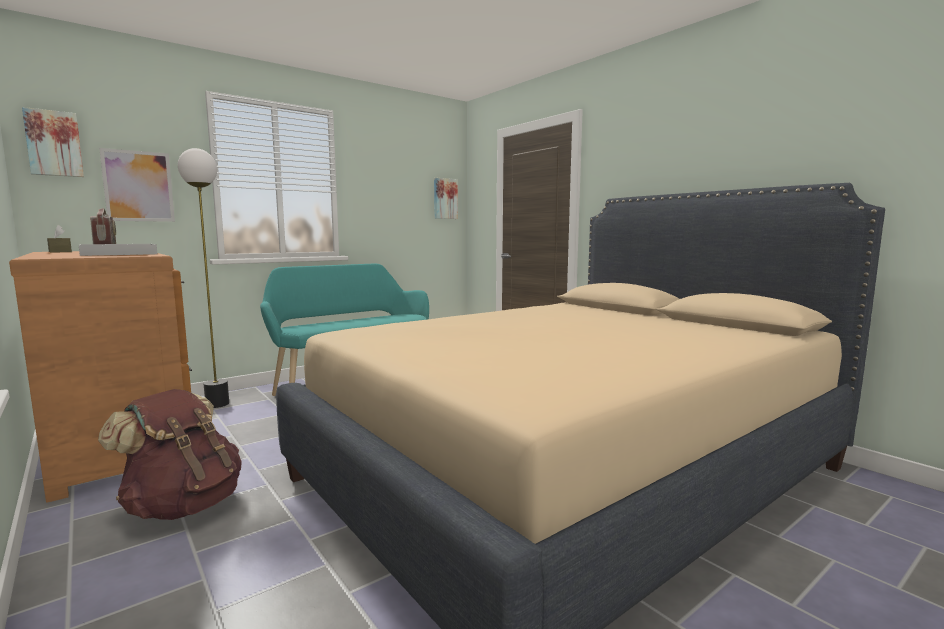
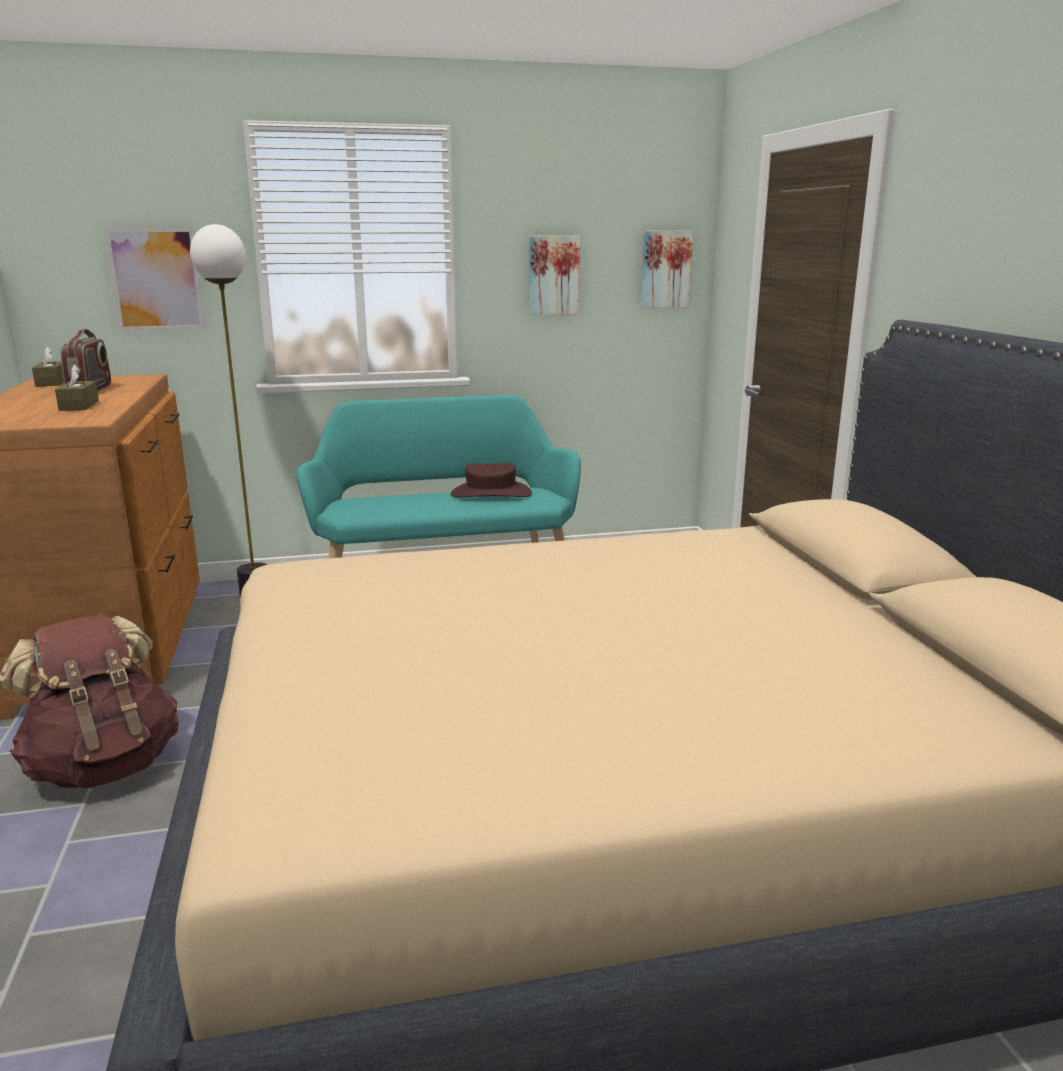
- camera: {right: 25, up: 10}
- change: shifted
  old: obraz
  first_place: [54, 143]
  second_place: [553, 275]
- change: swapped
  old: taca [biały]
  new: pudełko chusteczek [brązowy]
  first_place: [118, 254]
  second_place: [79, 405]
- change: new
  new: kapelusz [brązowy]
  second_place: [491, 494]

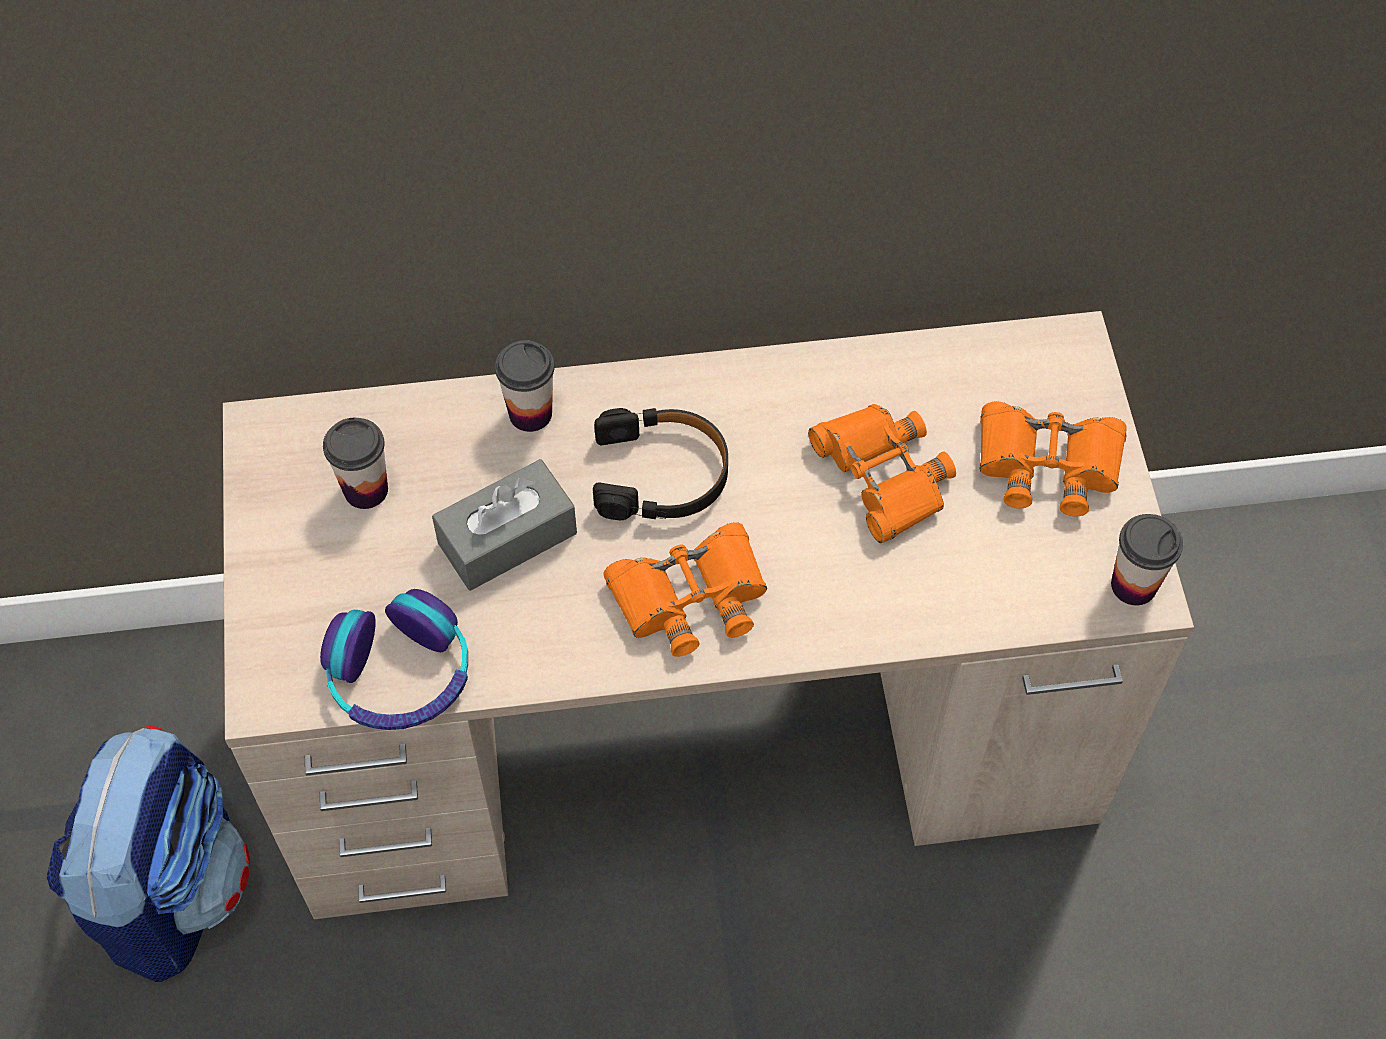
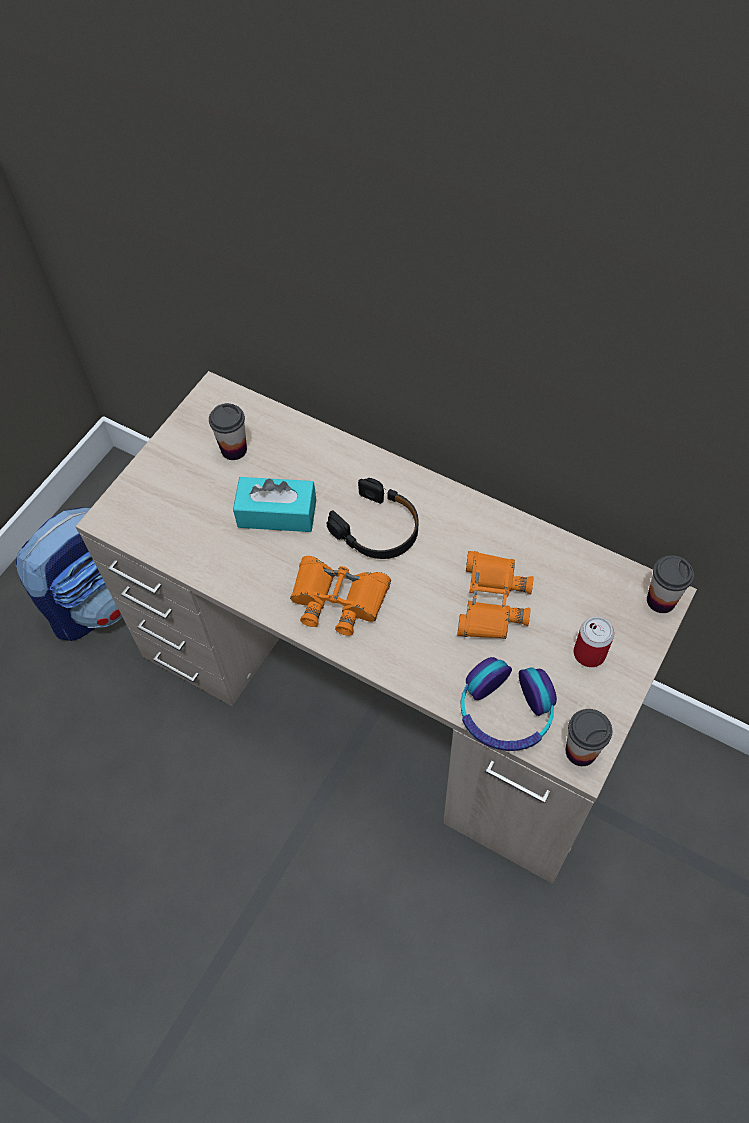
- camera: {right: 40, up: 0}
- change: shifted
  old: filiżanka
  first_place: [530, 413]
  second_place: [661, 600]
- change: swapped
  old: lornetka [pomarańczowy]
  new: puszka
  first_place: [1047, 464]
  second_place: [589, 653]
- change: repainted
  old: pudełko chusteczek [szary]
  new: pudełko chusteczek [turkusowy]
  first_place: [507, 538]
  second_place: [277, 513]
- change: shifted
  old: słuchawki
  first_place: [400, 675]
  second_place: [505, 712]

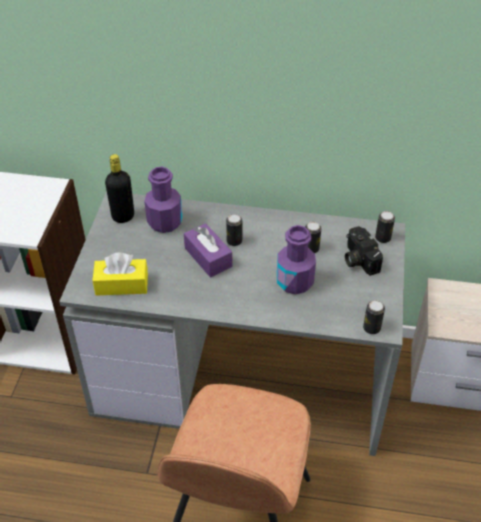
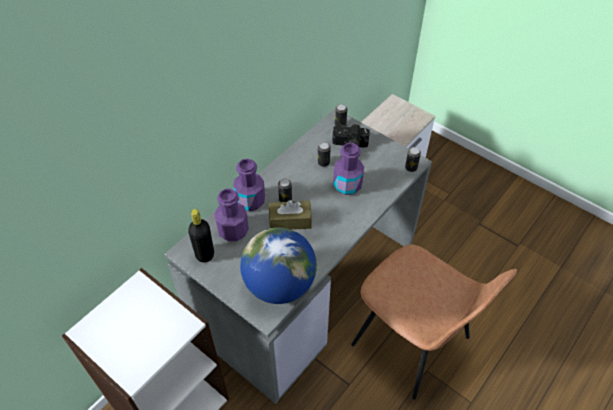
- camera: {right: -60, up: 5}
- change: repainted
  old: pudełko chusteczek [fioletowy]
  new: pudełko chusteczek [brązowy]
  first_place: [208, 257]
  second_place: [290, 221]
- change: swapped
  old: pudełko chusteczek [żółty]
  new: globus
  first_place: [122, 284]
  second_place: [280, 285]
- change: new
  new: butelka [fioletowy]
  second_place: [250, 201]

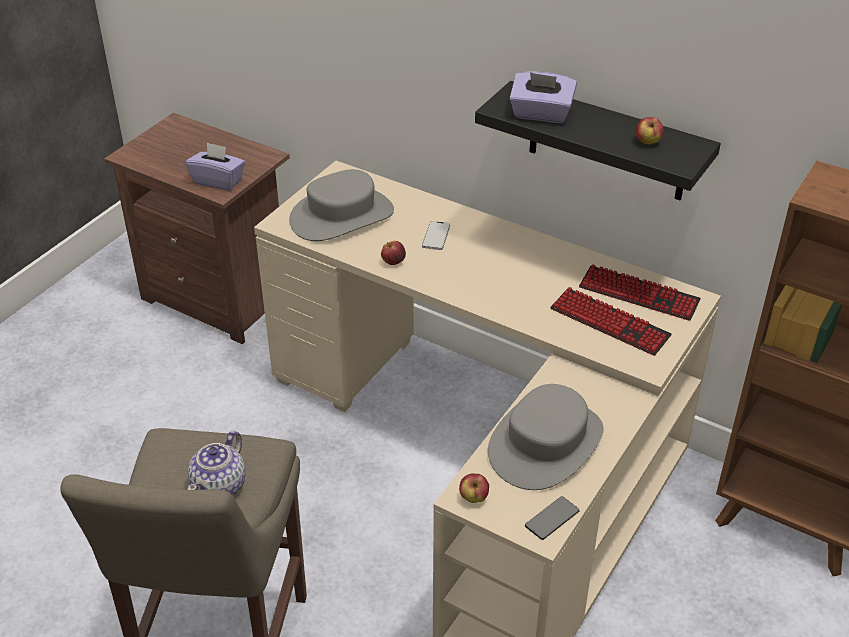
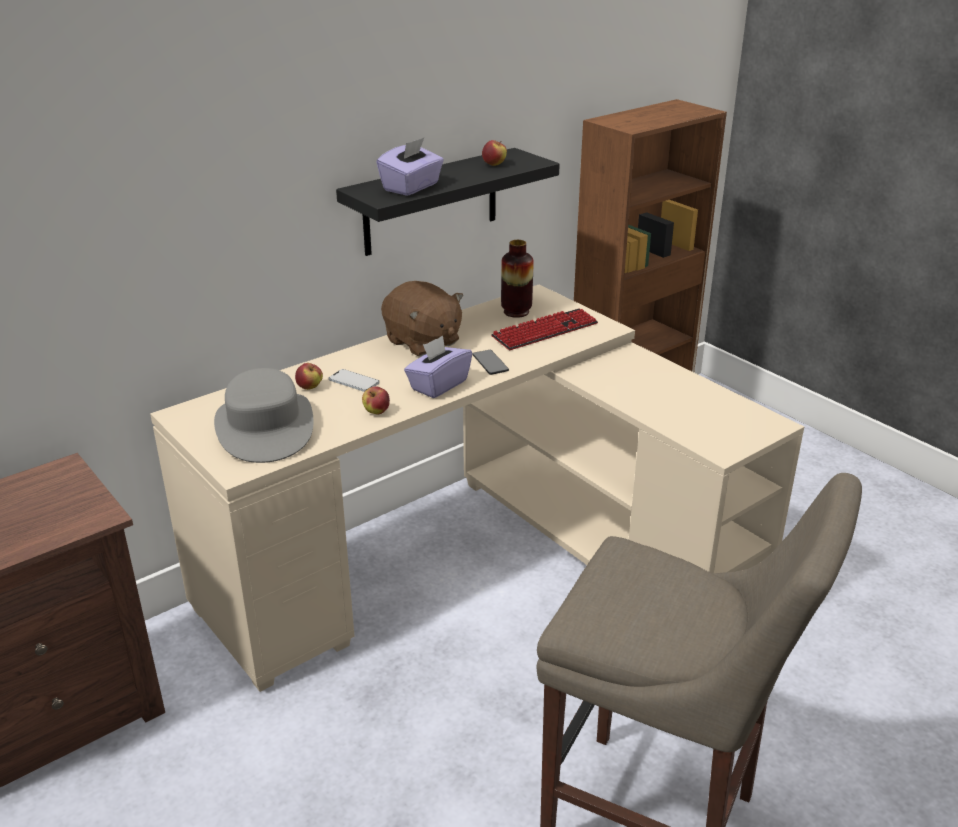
- camera: {right: -70, up: -10}
- change: shifted
  old: pudełko chusteczek [fioletowy]
  first_place: [218, 181]
  second_place: [438, 385]
- change: swapped
  old: klawiatura
  new: wazon
  first_place: [638, 294]
  second_place: [516, 312]
- change: gone
  old: kapelusz [szary]
  first_place: [546, 443]
- change: gone
  old: imbryk
  first_place: [220, 486]
- change: shifted
  old: jabłko
  first_place: [473, 498]
  second_place: [309, 387]
- change: shifted
  old: telefon
  first_place: [552, 518]
  second_place: [490, 363]
- change: new
  new: pluszak [brązowy]
  second_place: [422, 342]

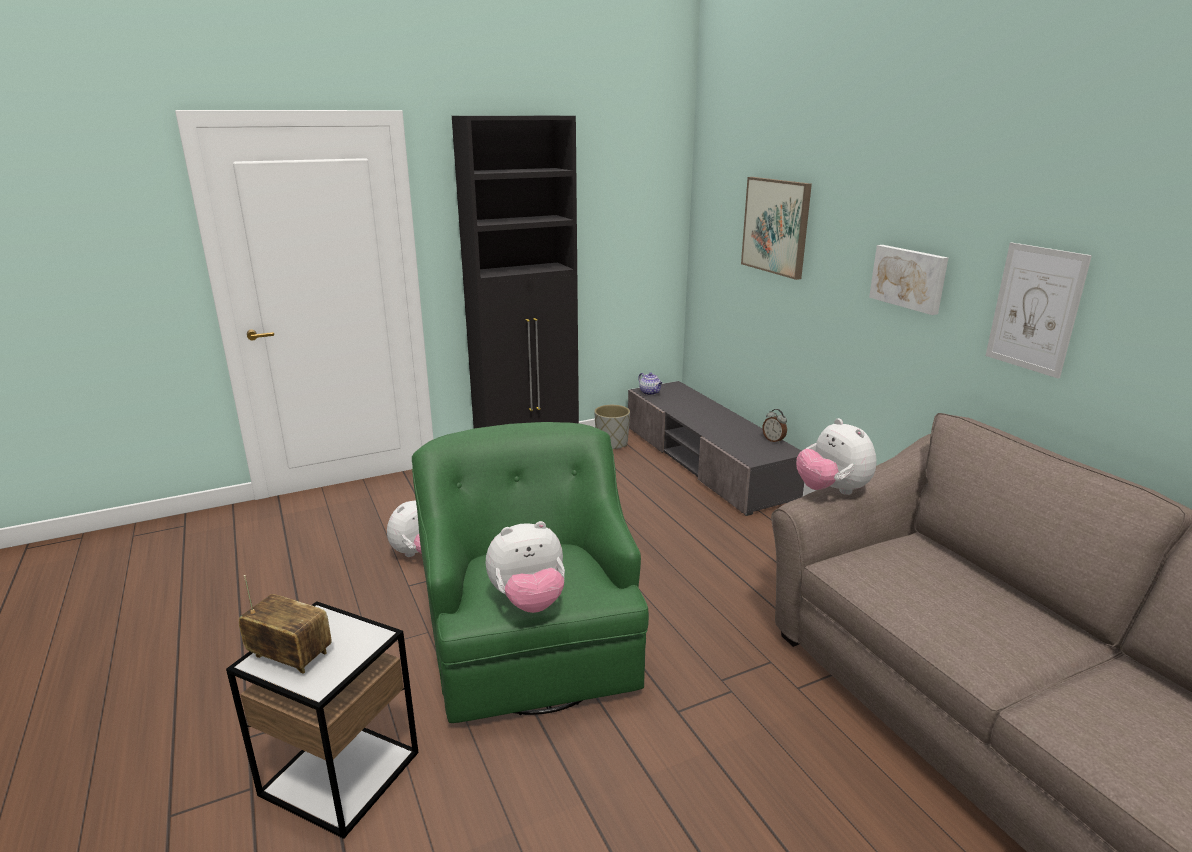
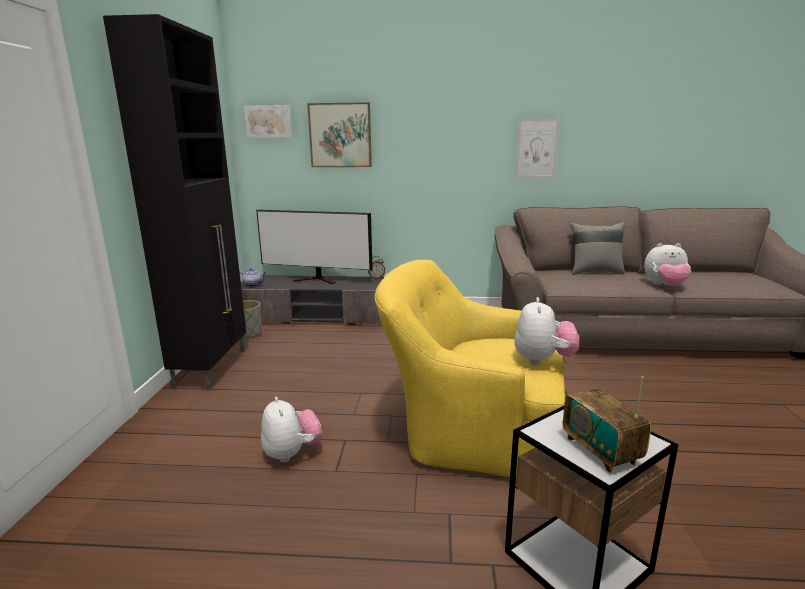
- camera: {right: -60, up: -5}
- change: shifted
  old: obraz
  first_place: [909, 278]
  second_place: [269, 121]
- change: shifted
  old: pluszak
  first_place: [832, 491]
  second_place: [665, 286]
- change: repainted
  old: fotel [zielony]
  new: fotel [żółty]
  first_place: [532, 642]
  second_place: [469, 428]
- change: rotated
  old: radio
  first_place: [290, 655]
  second_place: [600, 451]
  degrees: -75
- change: new
  new: telewizor
  second_place: [318, 280]
- change: new
  new: poduszka [szary]
  second_place: [594, 272]

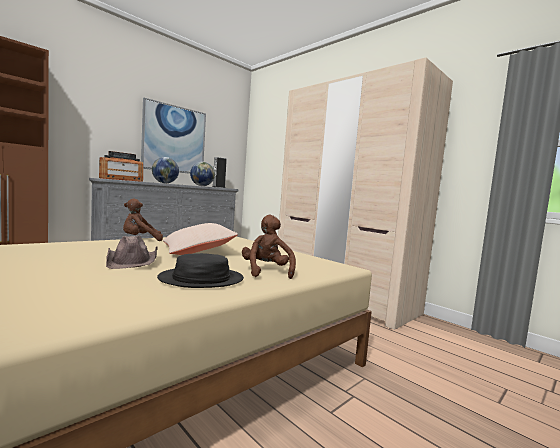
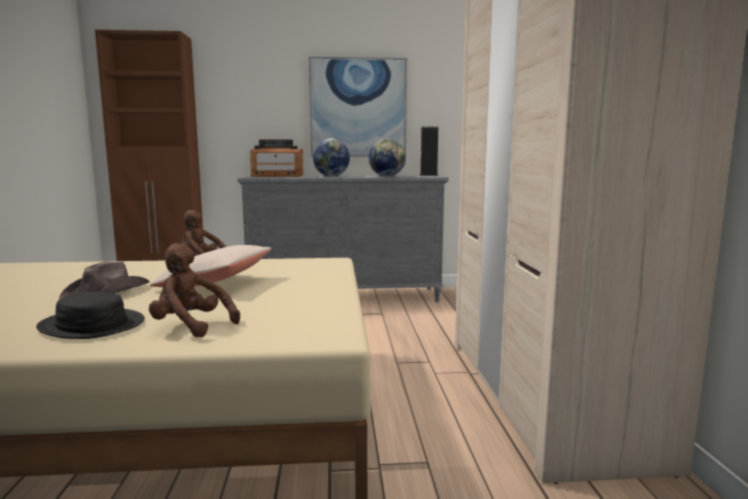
- camera: {right: 40, up: 5}
- change: rotated
  old: pluszak [brązowy]
  first_place: [266, 272]
  second_place: [191, 326]
  degrees: -90

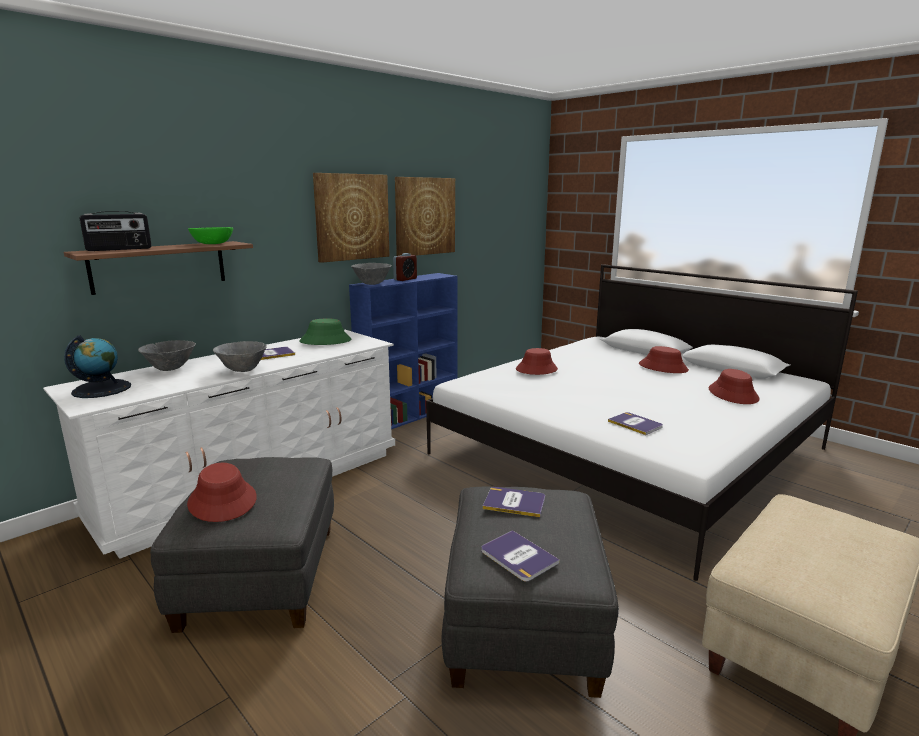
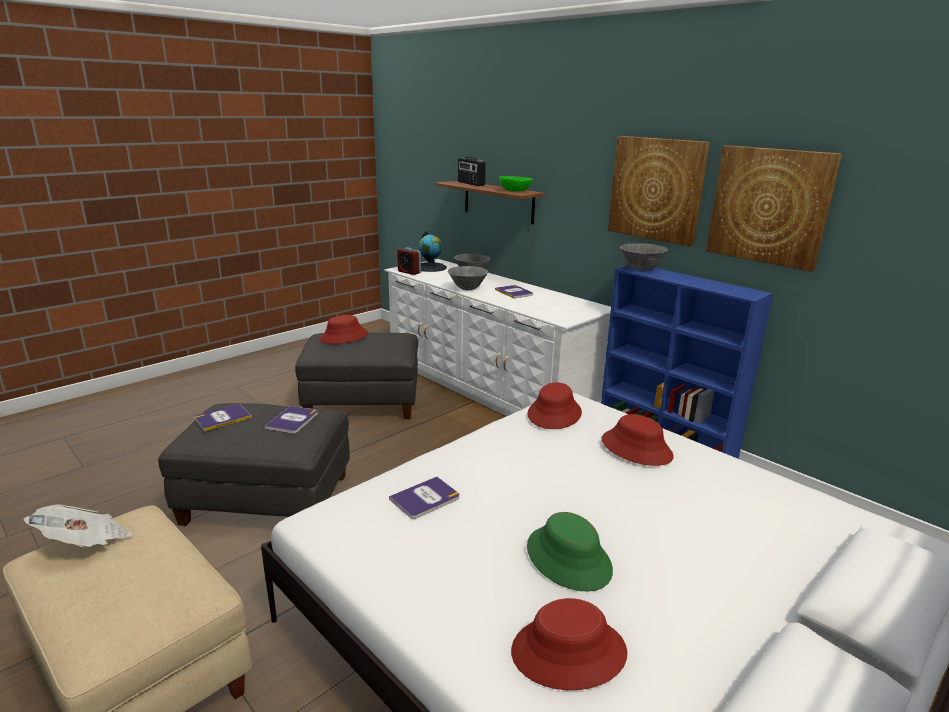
- camera: {right: 90, up: 5}
- change: shifted
  old: budzik
  first_place: [405, 279]
  second_place: [409, 272]
- change: shifted
  old: kapelusz [zielony]
  first_place: [325, 341]
  second_place: [569, 558]
- change: shifted
  old: kapelusz [czerwony]
  first_place: [663, 367]
  second_place: [554, 413]
- change: new
  new: gazeta
  second_place: [86, 543]

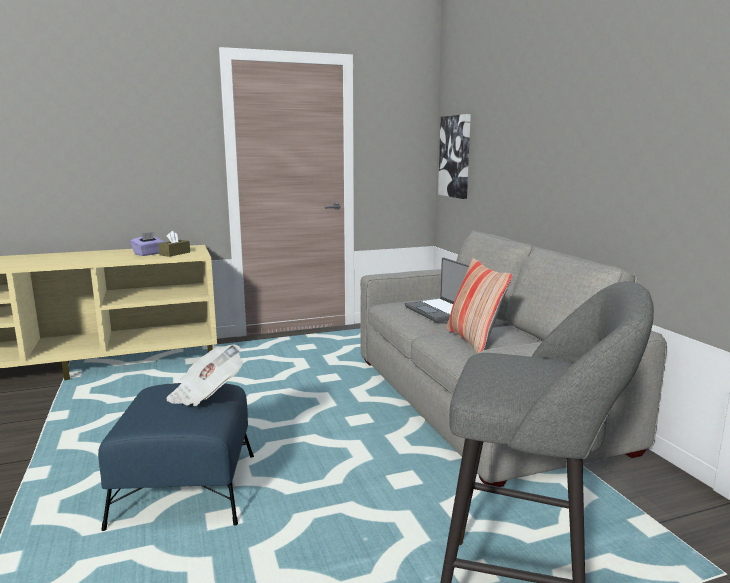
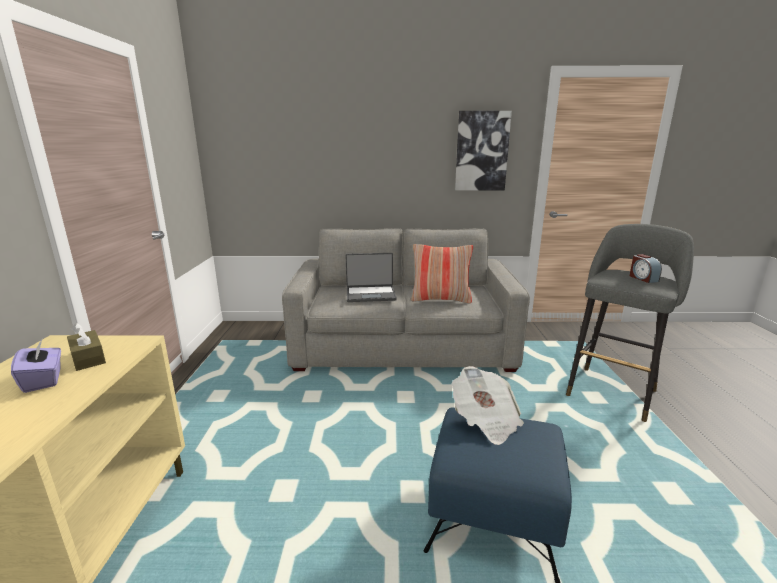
- camera: {right: -70, up: 5}
- change: shifted
  old: obraz
  first_place: [455, 156]
  second_place: [481, 151]
- change: new
  new: budzik
  second_place: [643, 278]

